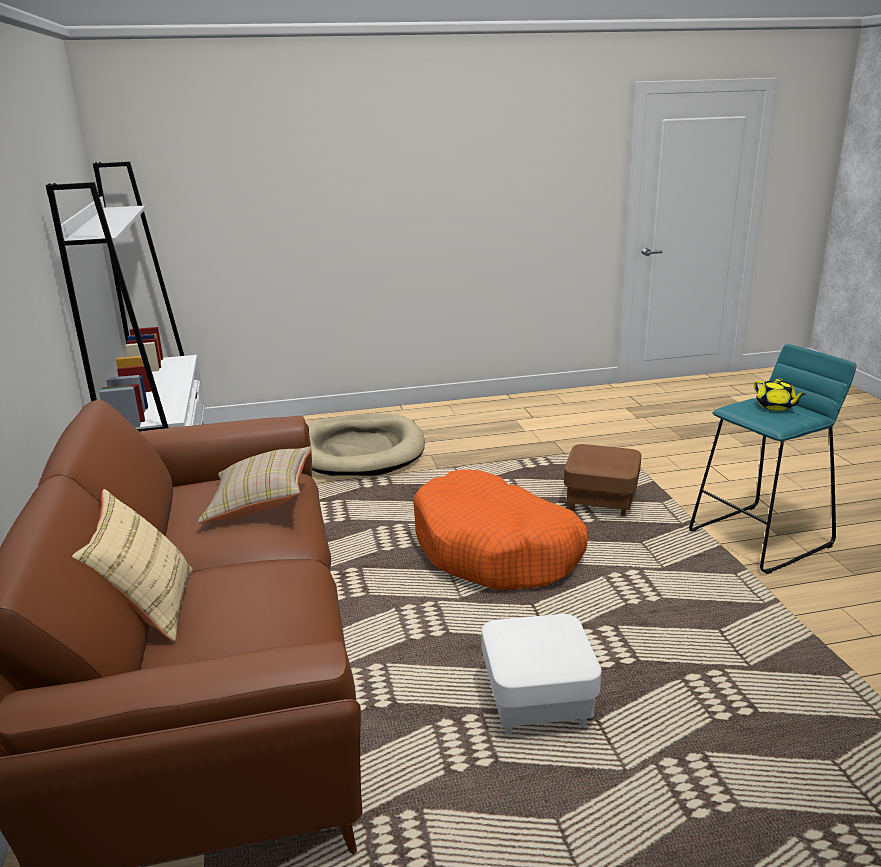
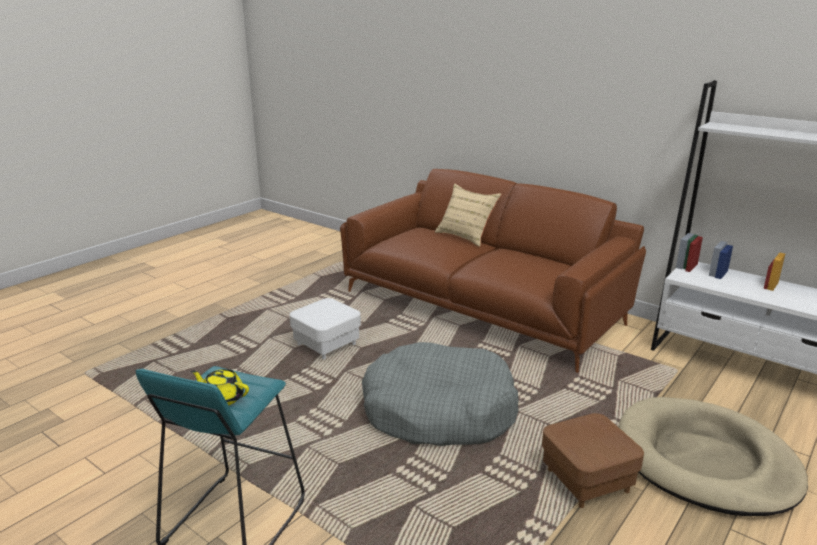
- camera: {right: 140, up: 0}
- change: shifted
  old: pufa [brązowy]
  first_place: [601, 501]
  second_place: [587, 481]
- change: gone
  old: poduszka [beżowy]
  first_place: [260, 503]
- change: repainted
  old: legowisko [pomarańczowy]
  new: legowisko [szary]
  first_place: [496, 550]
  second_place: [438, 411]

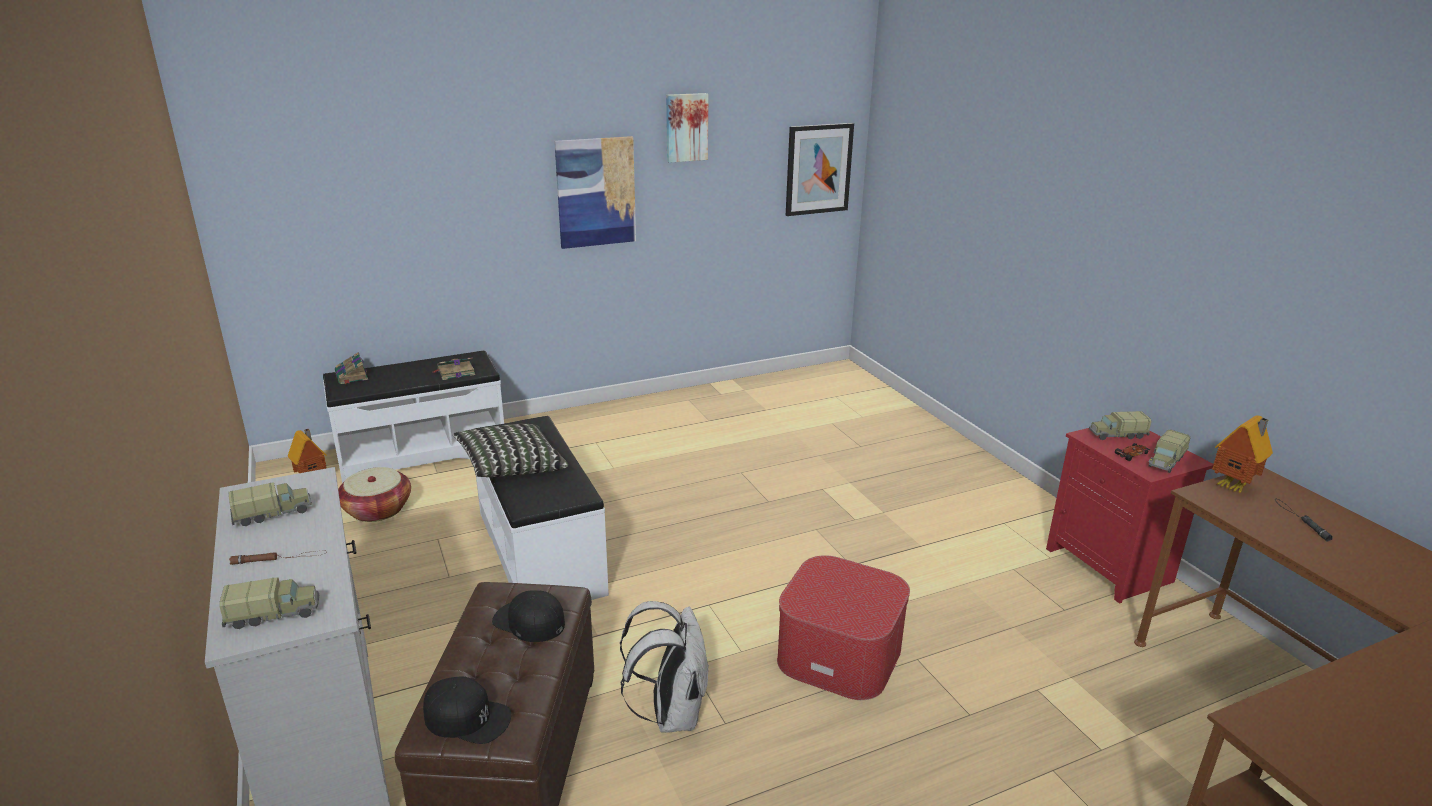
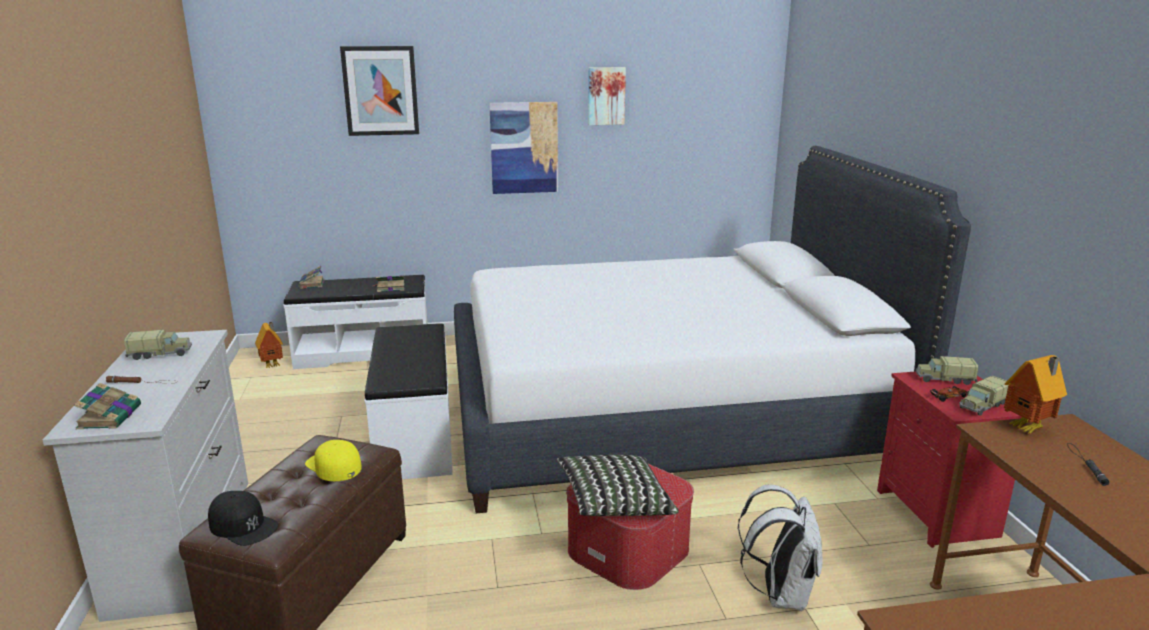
- camera: {right: 15, up: -5}
- change: shifted
  old: obraz
  first_place: [818, 169]
  second_place: [380, 91]
- change: shifted
  old: poduszka
  first_place: [511, 467]
  second_place: [614, 503]
- change: gone
  old: koszyk
  first_place: [377, 510]
- change: swapped
  old: ciężarówka zabawkowa
  new: książka
  first_place: [274, 614]
  second_place: [110, 416]
- change: repainted
  old: czapka z daszkiem [czarny]
  new: czapka z daszkiem [żółty]
  first_place: [529, 621]
  second_place: [333, 466]
- change: shifted
  old: plecak [biały]
  first_place: [671, 713]
  second_place: [780, 594]
- change: new
  new: łóżko [biały]
  second_place: [665, 415]

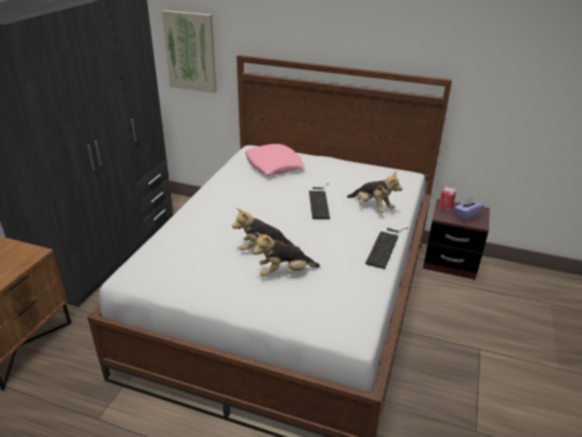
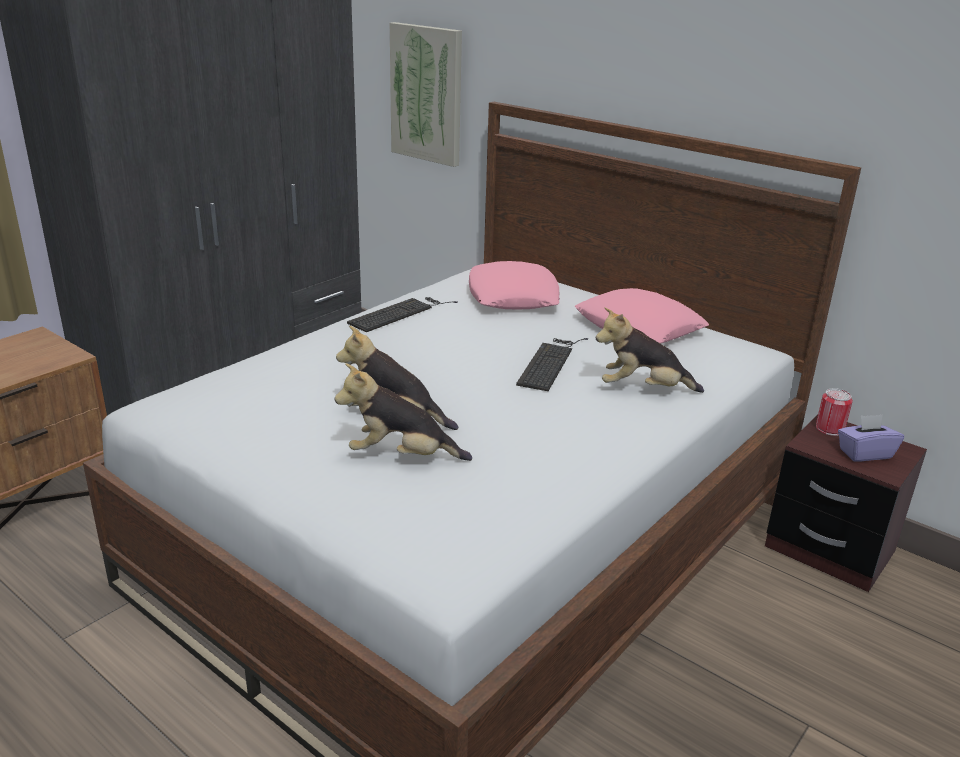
- camera: {right: 20, up: -5}
- change: rotated
  old: pluszak
  first_place: [372, 207]
  second_place: [643, 389]
  degrees: 120
- change: shifted
  old: klawiatura
  first_place: [385, 246]
  second_place: [400, 313]
- change: new
  new: poduszka [różowy]
  second_place: [639, 327]

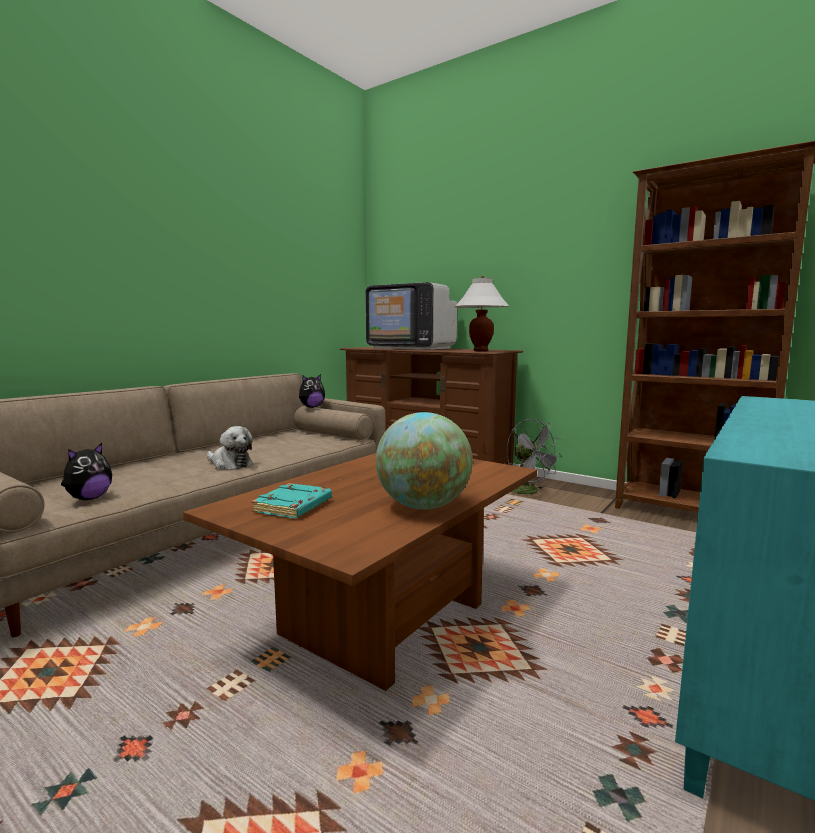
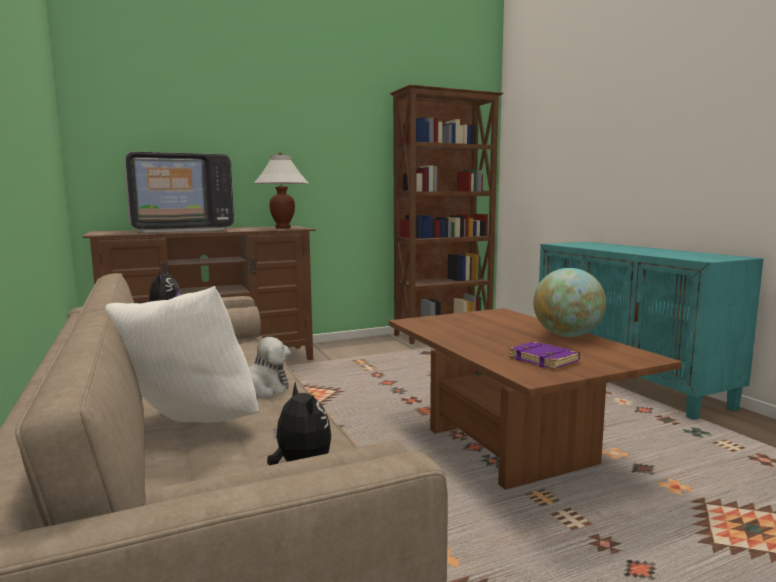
- camera: {right: -60, up: 0}
- change: gone
  old: wentylator [szary]
  first_place: [529, 492]
- change: repainted
  old: książka [turkusowy]
  new: książka [fioletowy]
  first_place: [293, 507]
  second_place: [544, 360]
- change: new
  new: poduszka [biały]
  second_place: [186, 427]

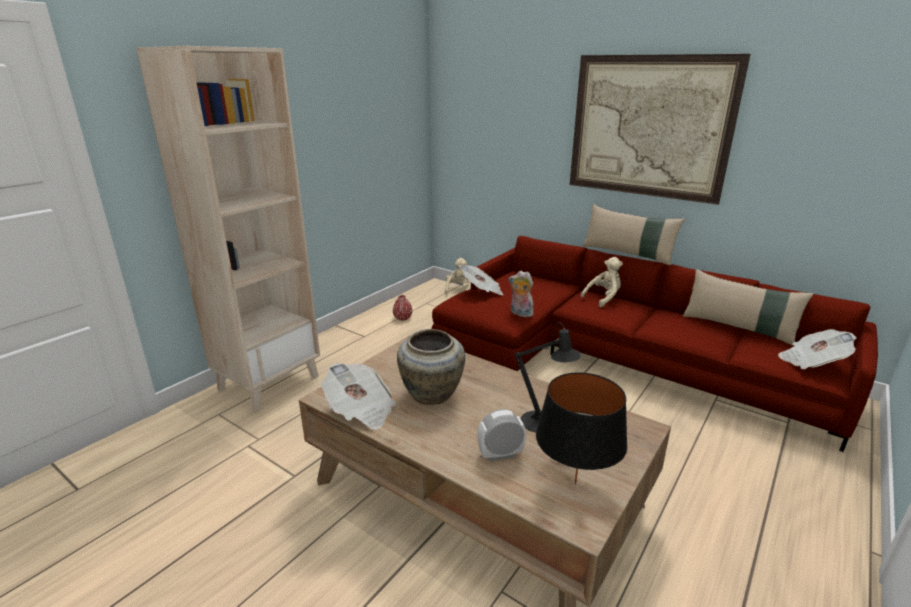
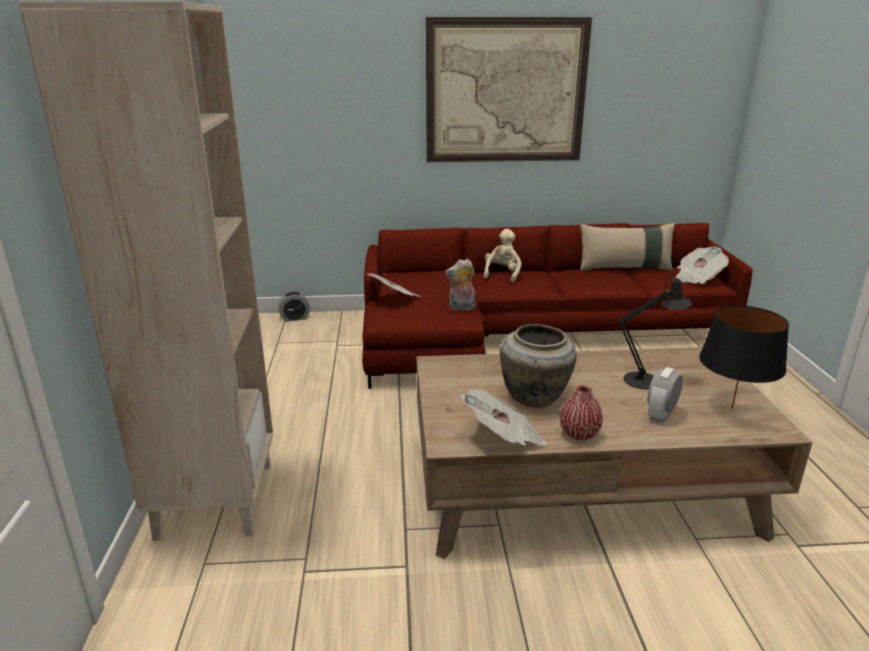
- camera: {right: -40, up: 0}
- change: gone
  old: poduszka [beżowy]
  first_place: [627, 254]
- change: swapped
  old: pluszak [beżowy]
  new: budzik
  first_place: [458, 290]
  second_place: [295, 318]
- change: shifted
  old: wazon [czerwony]
  first_place: [402, 318]
  second_place: [579, 434]

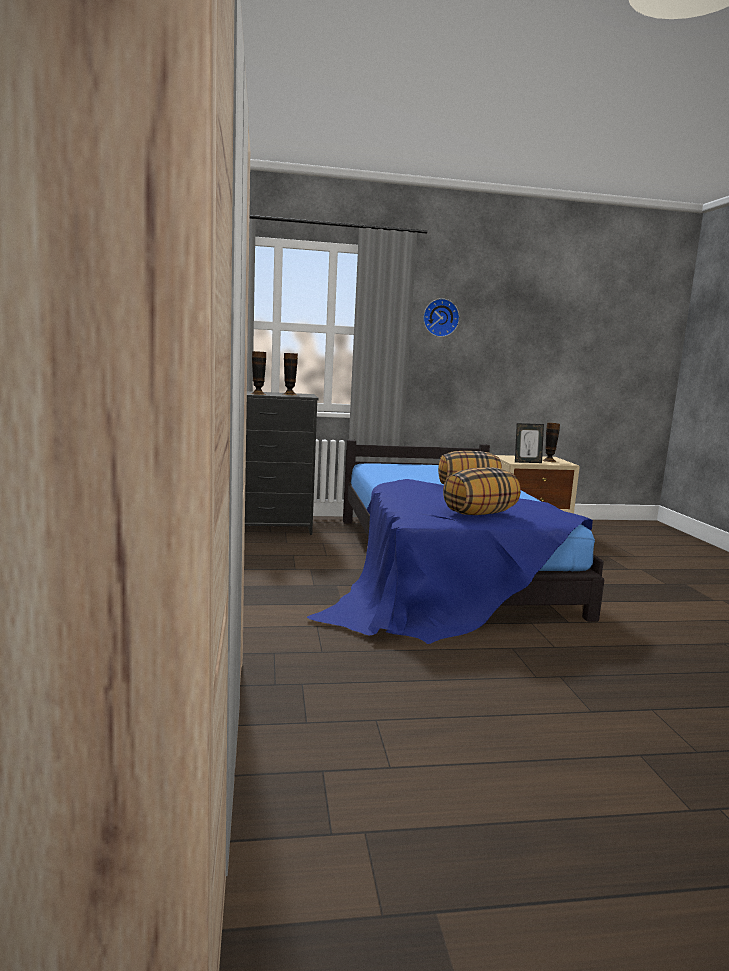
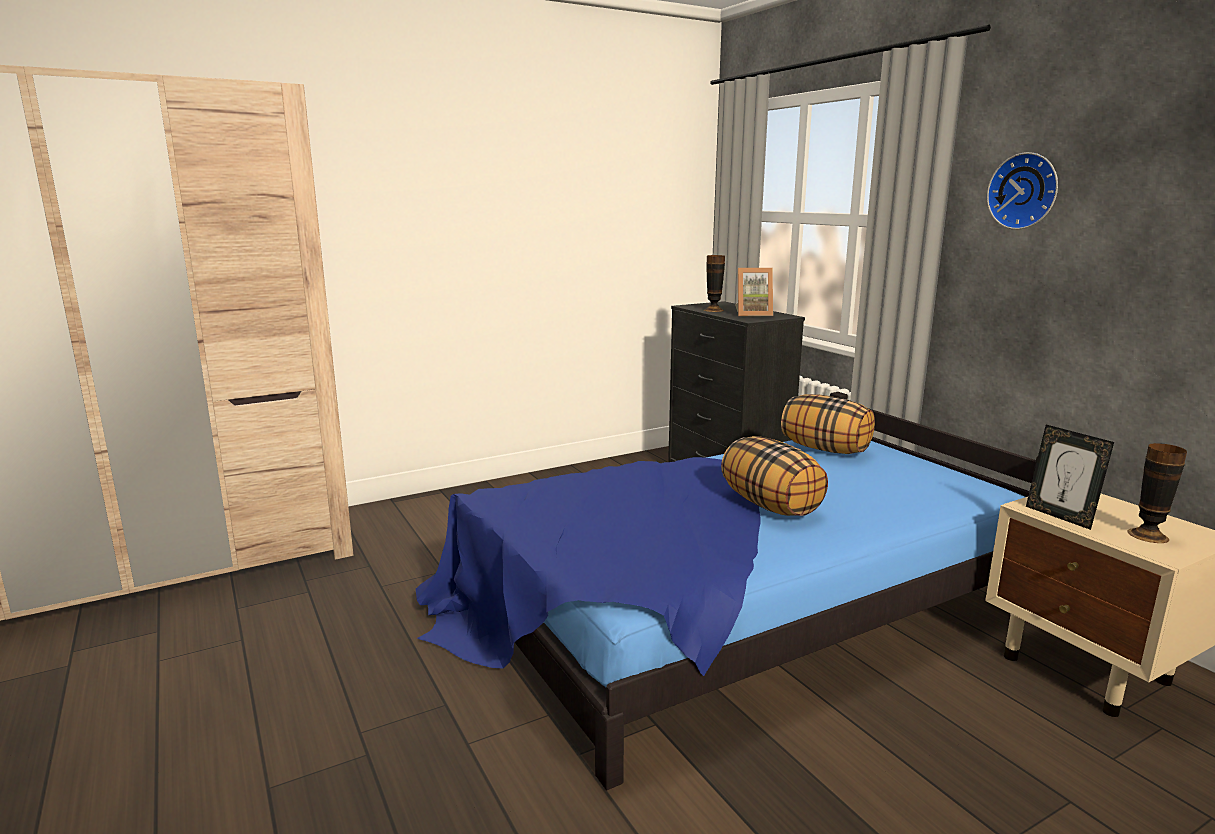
- camera: {right: 70, up: 5}
- change: swapped
  old: wazon
  new: ramka na zdjęcie
  first_place: [289, 394]
  second_place: [752, 314]
- change: shifted
  old: poduszka
  first_place: [479, 513]
  second_place: [825, 449]

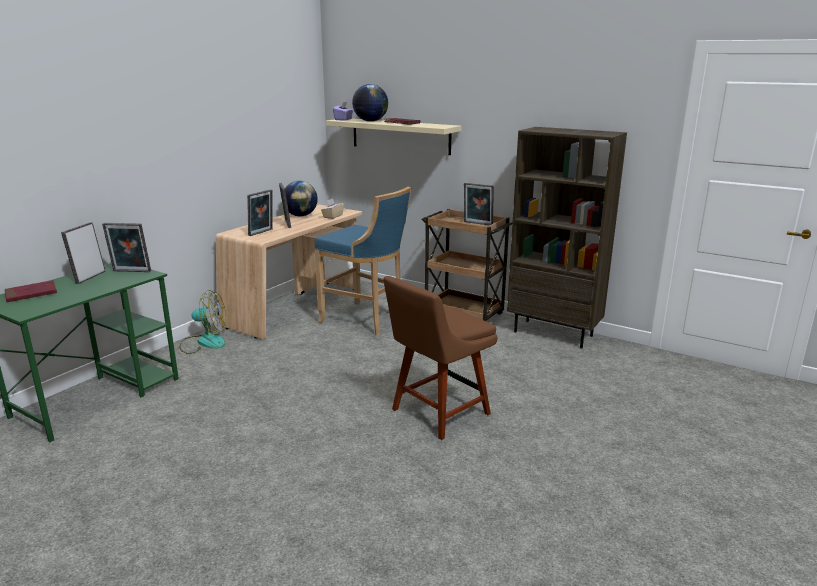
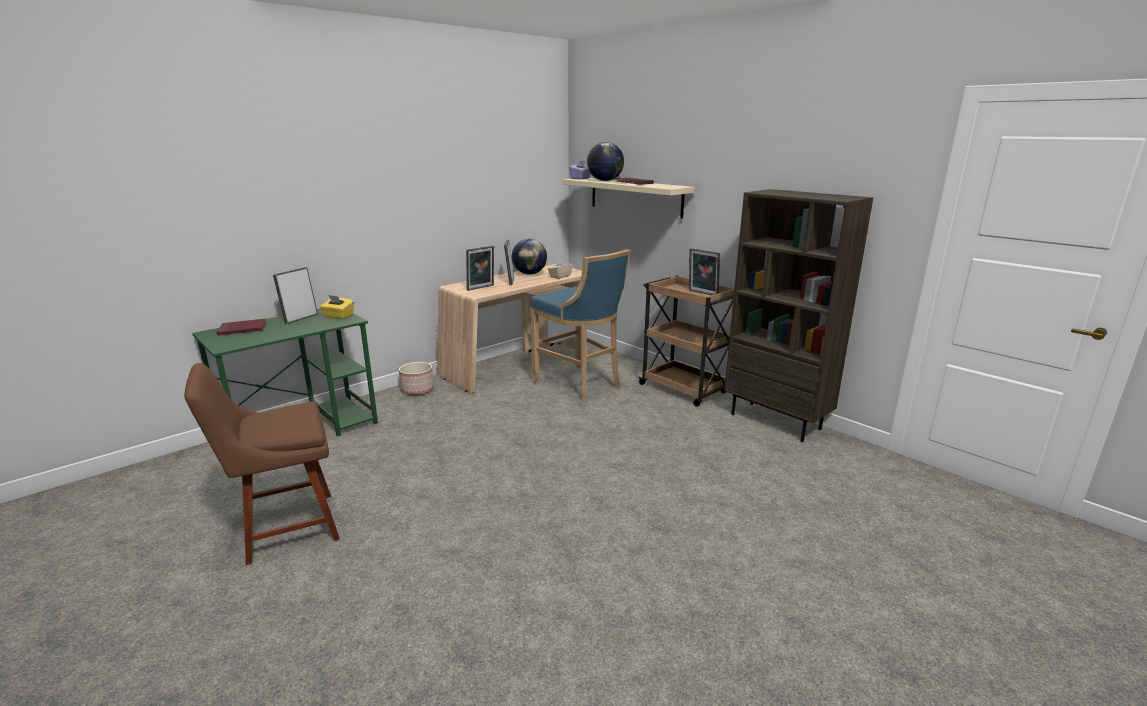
- camera: {right: 15, up: 0}
- change: swapped
  old: ramka na zdjęcie
  new: pudełko chusteczek [żółty]
  first_place: [131, 272]
  second_place: [338, 316]
- change: shifted
  old: krzesło [brązowy]
  first_place: [437, 413]
  second_place: [285, 528]
- change: swapped
  old: wentylator
  new: donica
  first_place: [204, 342]
  second_place: [418, 390]

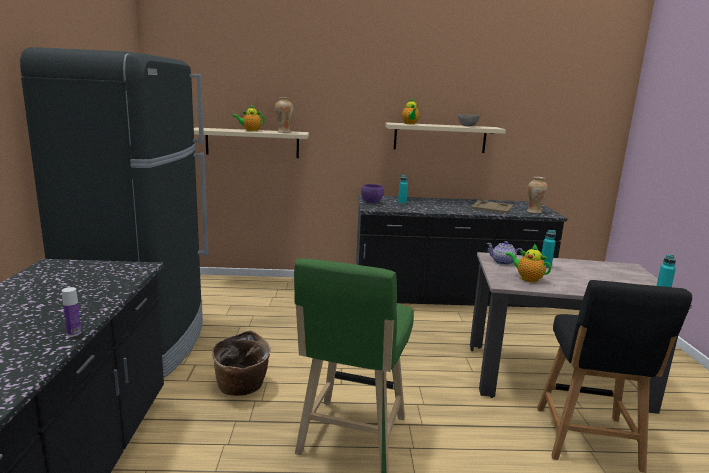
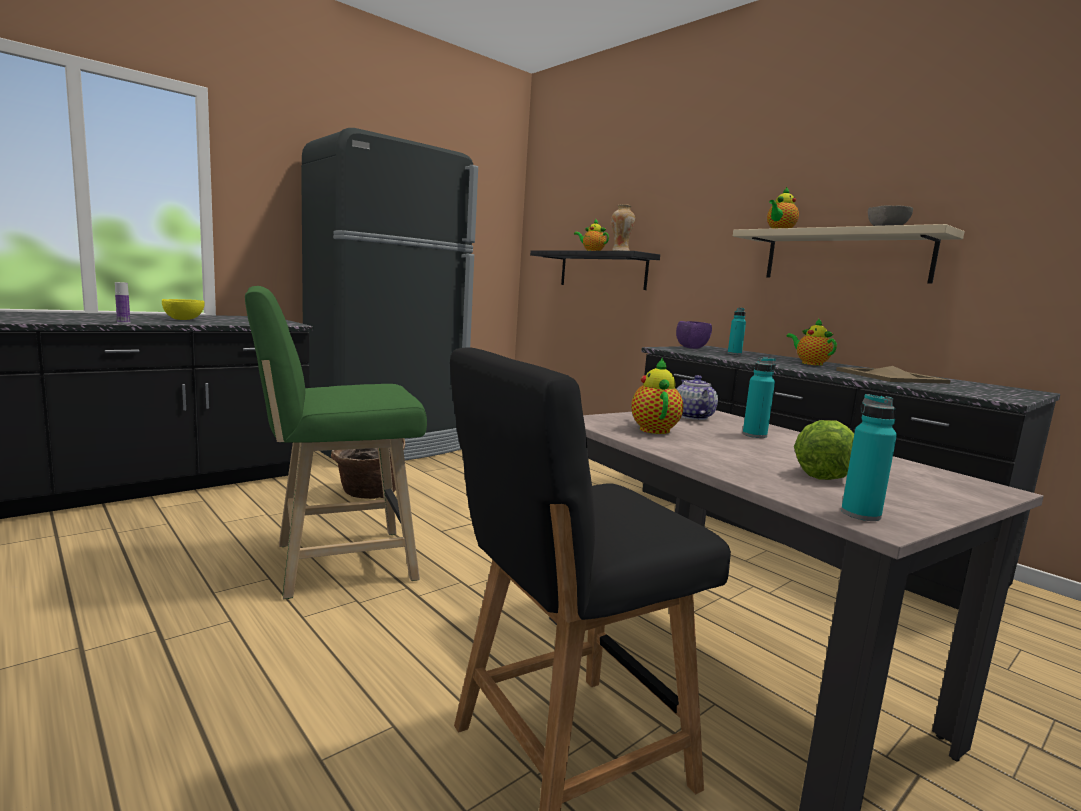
- camera: {right: 50, up: -5}
- change: repainted
  old: półka [beżowy]
  new: półka [czarny]
  first_place: [252, 143]
  second_place: [602, 270]
- change: gone
  old: wazon
  first_place: [534, 212]
- change: new
  new: miska [żółty]
  second_place: [183, 319]
- change: new
  new: imbryk
  second_place: [809, 363]
- change: new
  new: sałata
  second_place: [824, 473]

